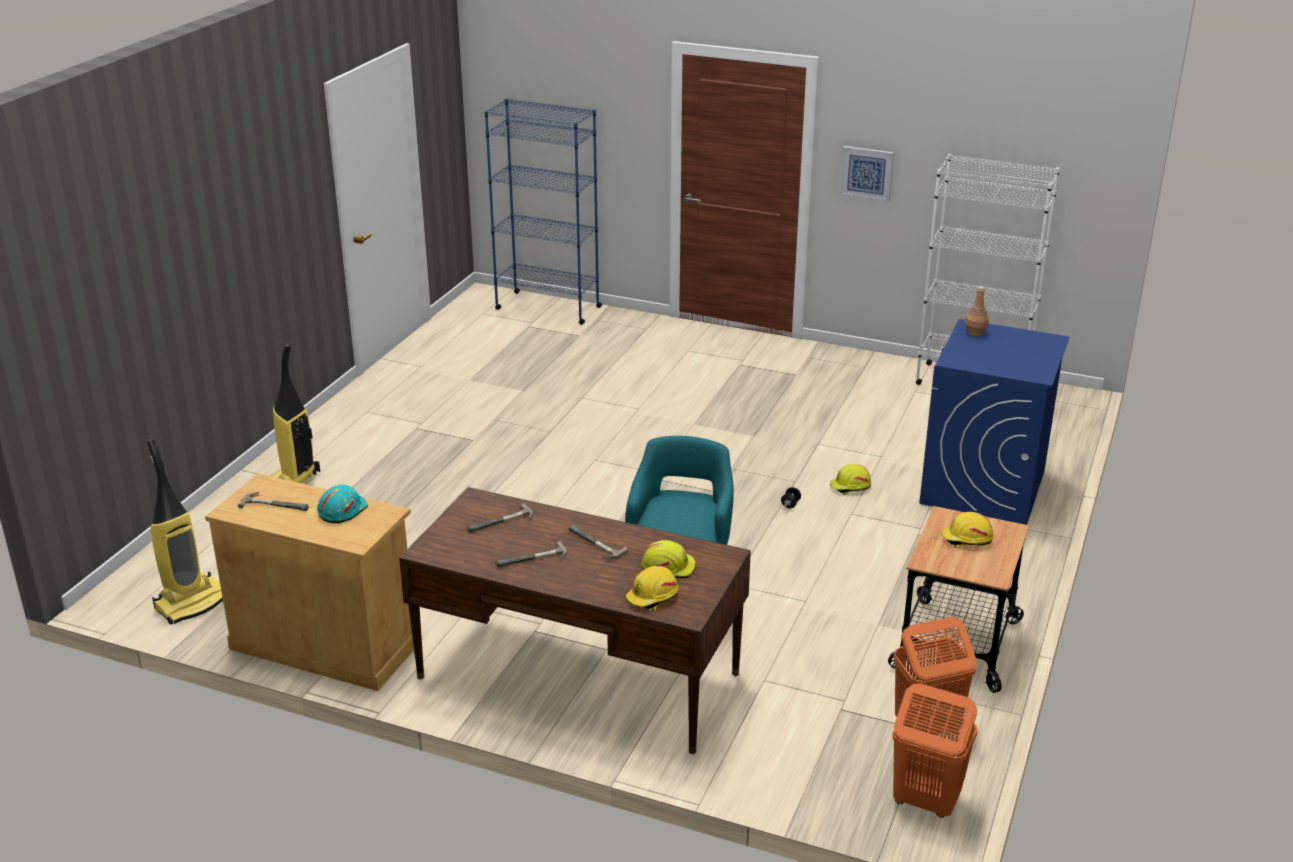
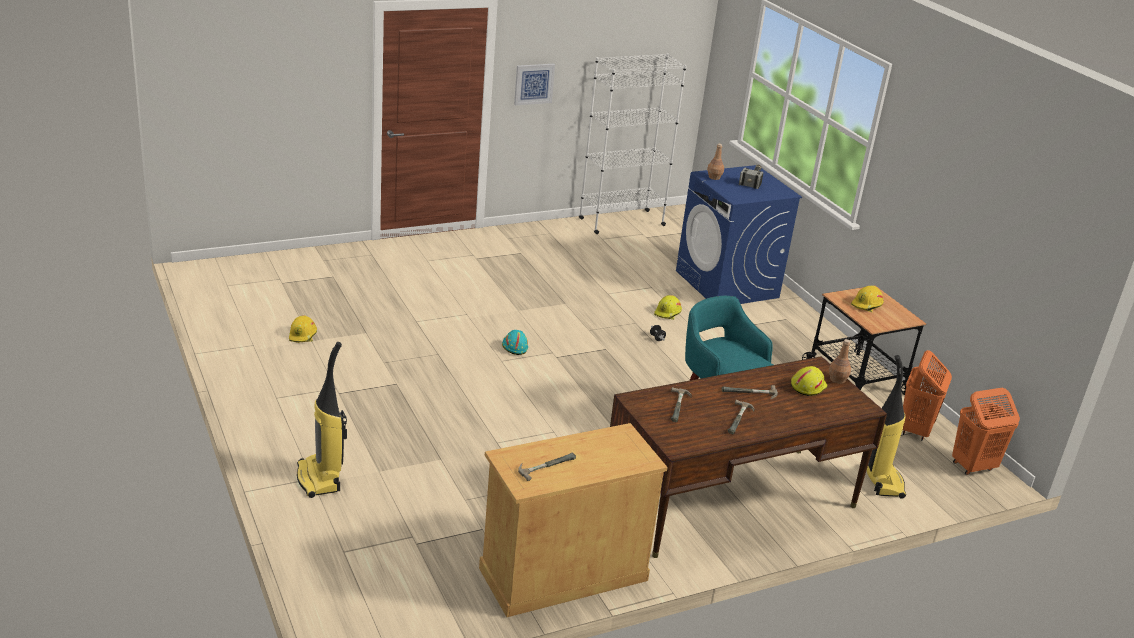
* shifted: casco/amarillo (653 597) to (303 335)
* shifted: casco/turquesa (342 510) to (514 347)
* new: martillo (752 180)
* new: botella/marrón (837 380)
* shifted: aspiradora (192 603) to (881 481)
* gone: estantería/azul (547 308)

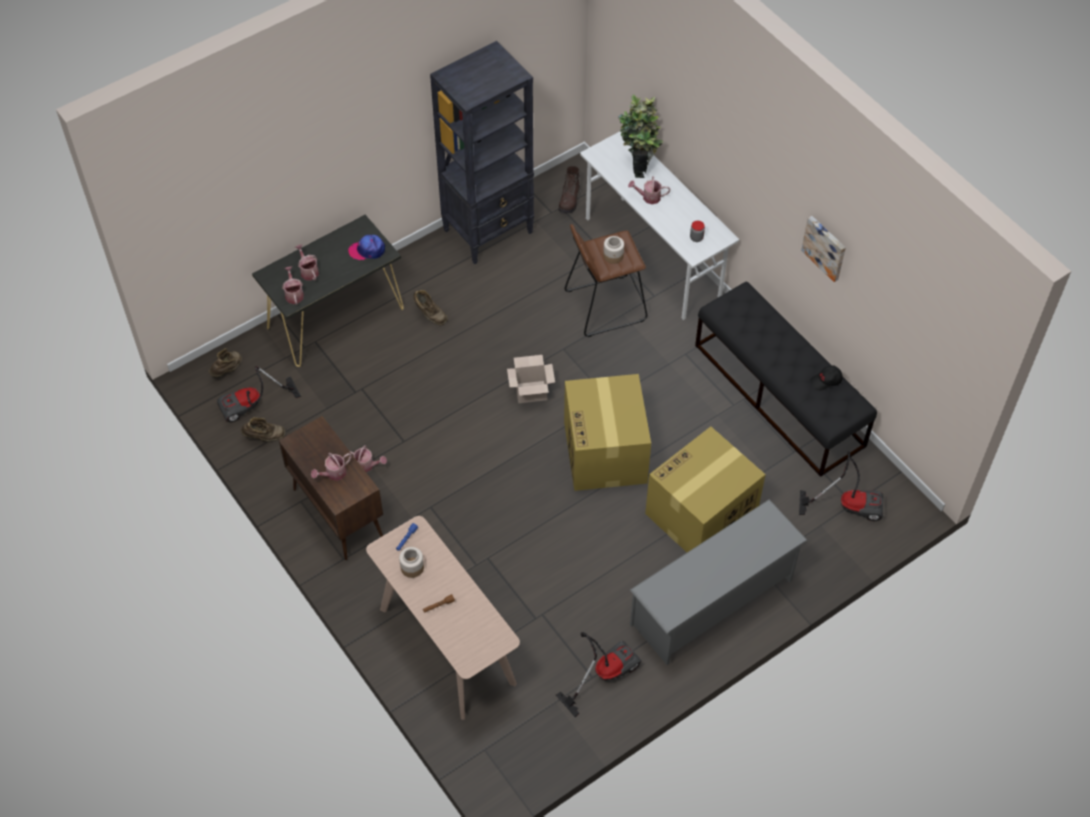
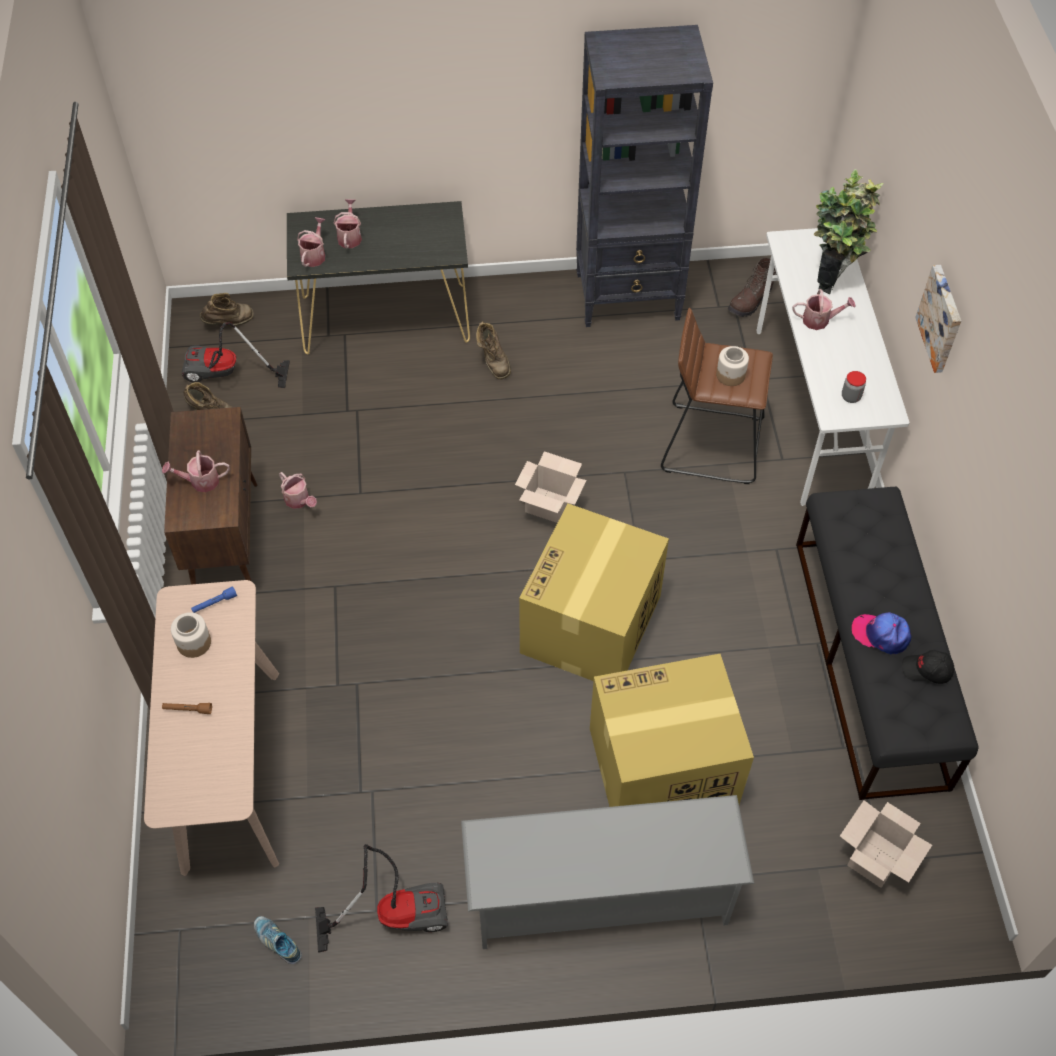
* new: zapato (277 942)
* rotated: regadera (648 197) = (820 320) 150 degrees clockwise
* swapped: aspiradora (848 505) to caja de cartón (875 860)
* shifted: gorra (367 250) to (881 634)
* shifted: cuadro (825 247) to (942 318)

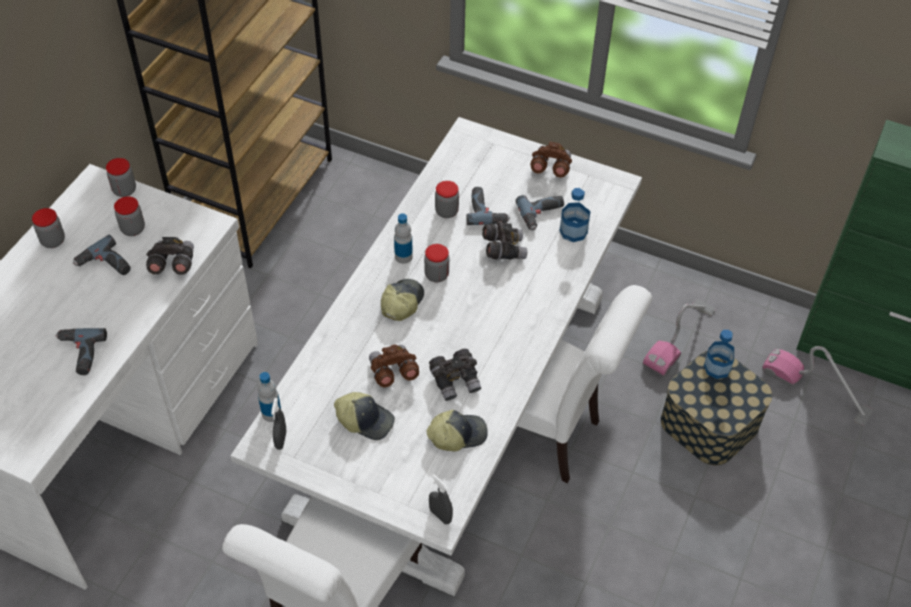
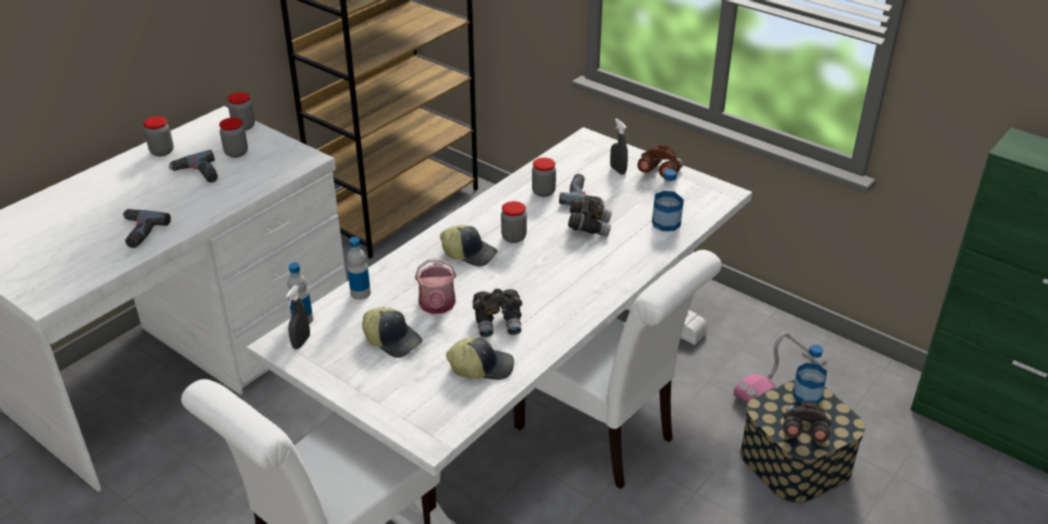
* shifted: botella (403 256) to (360 293)
* swapped: prismáticos/marrón (393 373) to regadera (437 306)
* rotated: gorra (401 303) = (469 253) 75 degrees clockwise
* shifted: pulverizador/gris (440 515) to (618 170)
* shifted: prismáticos/gris (172 265) to (803 432)
* gone: taladro (542 215)
* gone: aspiradora (815 390)

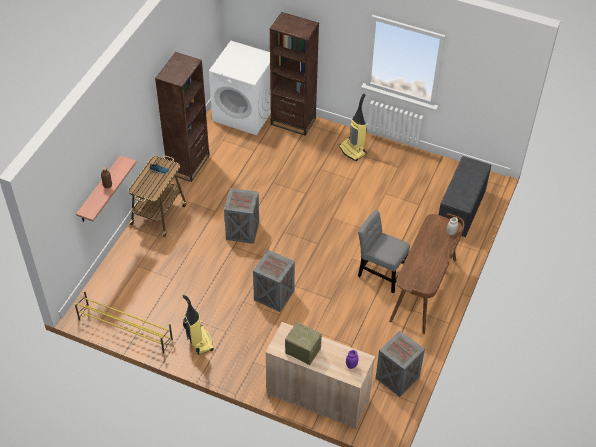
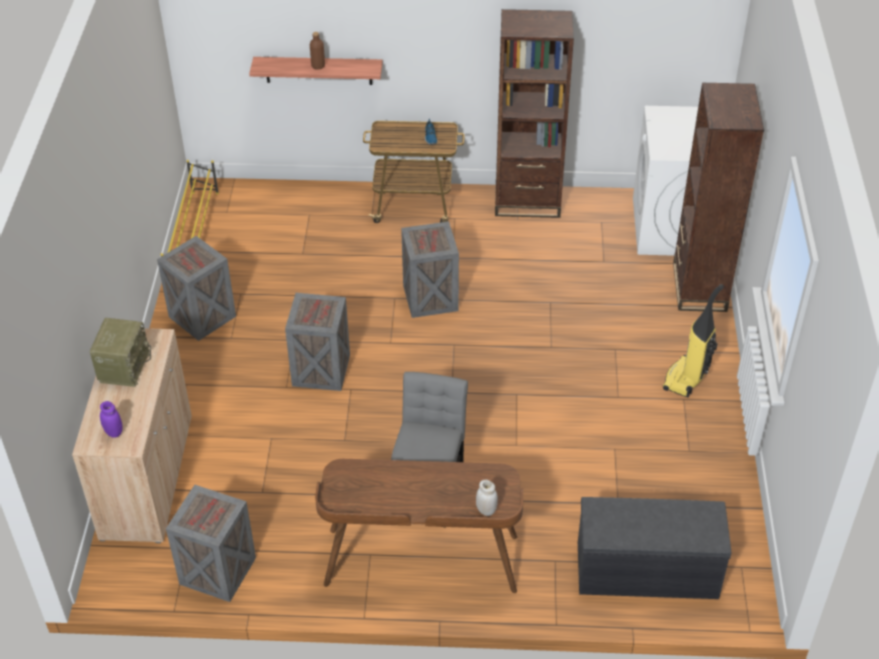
* swapped: aspiradora (199 341) to caja de embalaje (202 315)

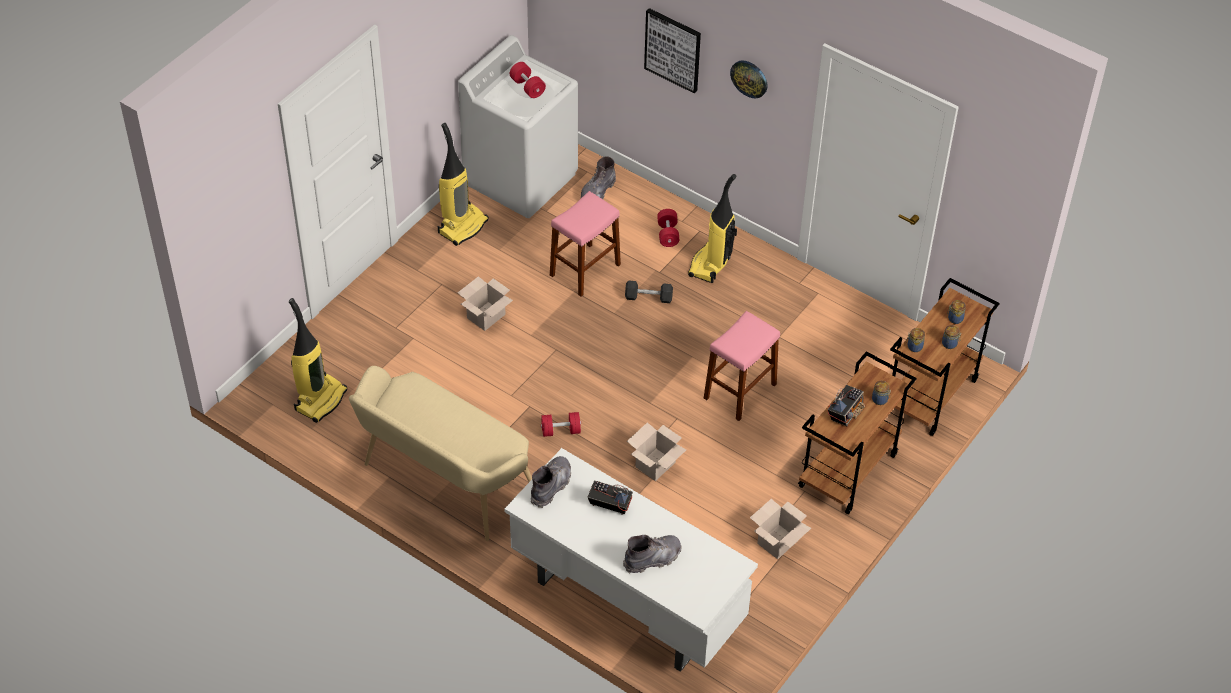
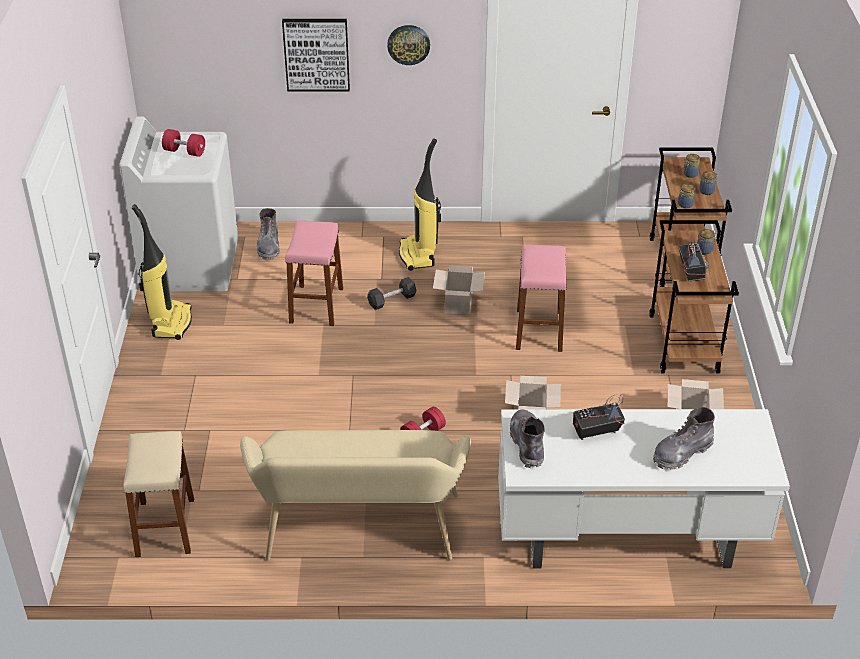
* swapped: aspiradora (320 399) to taburete/beis (165 527)
* shifted: caja de cartón (486 315) to (458 303)
* rotated: bota/gris (653 558) = (681 453) 150 degrees counterclockwise
* gone: mancuerna/rojo (668 234)

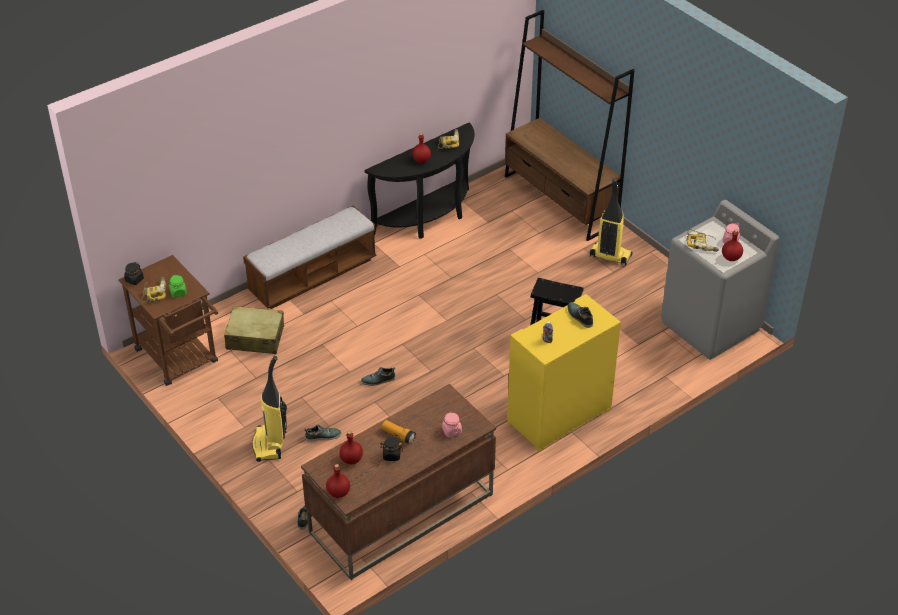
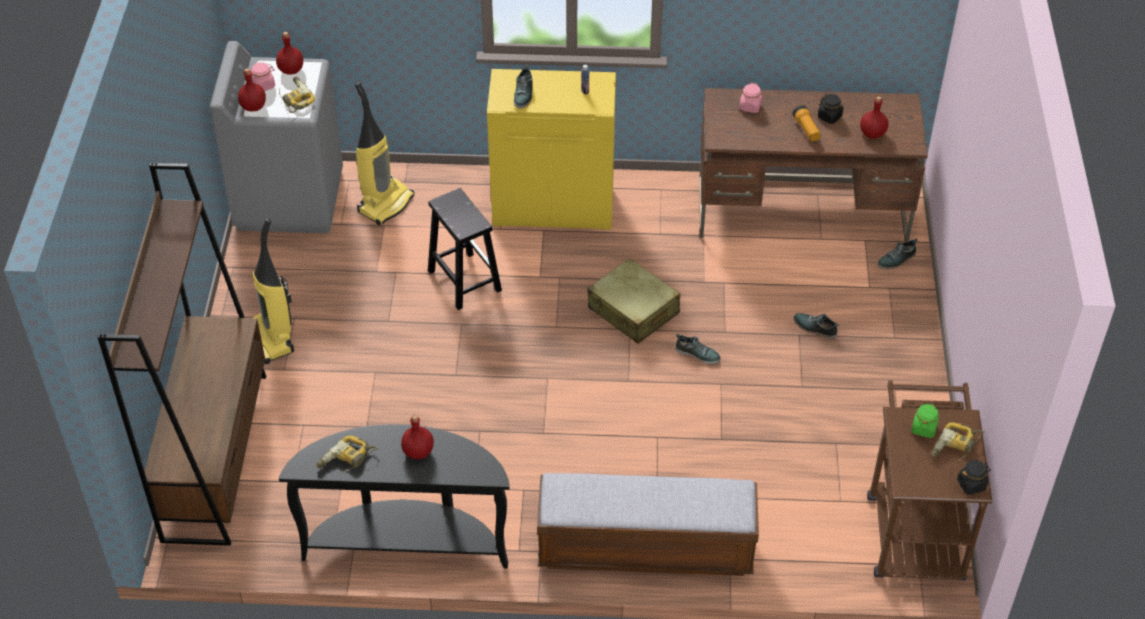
* shifted: botella/rojo (338 493) to (253 106)
* shifted: aspiradora (270 444) to (385 203)
* shifted: maleta/beis (255 338) to (633 311)

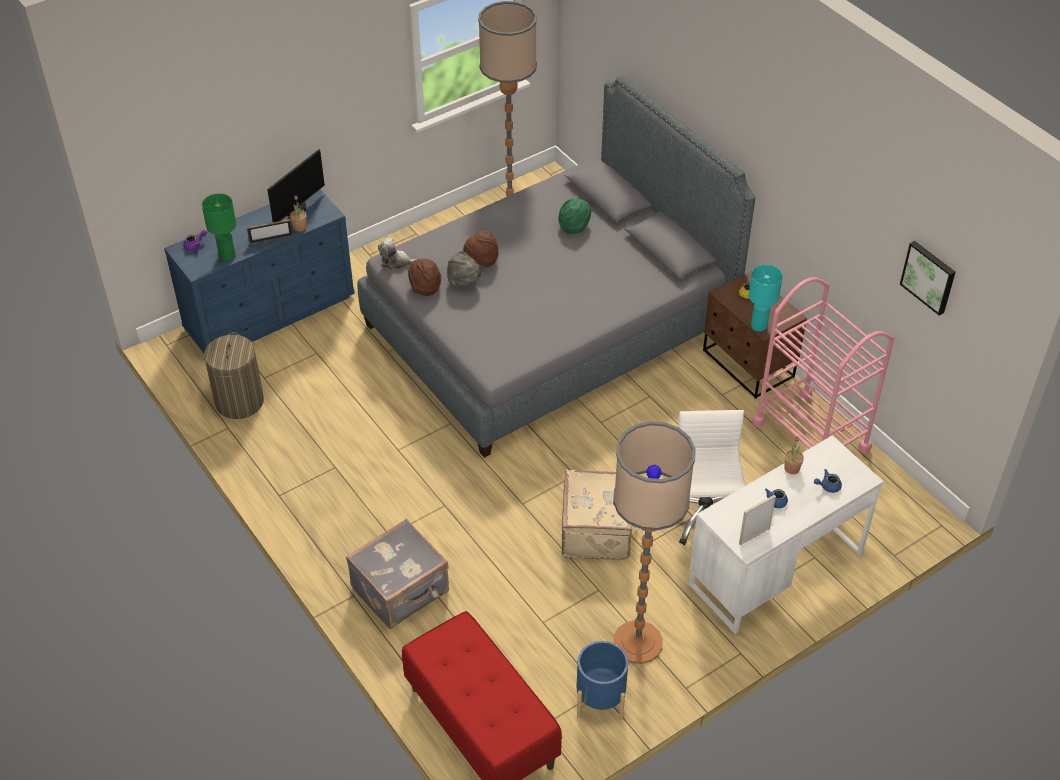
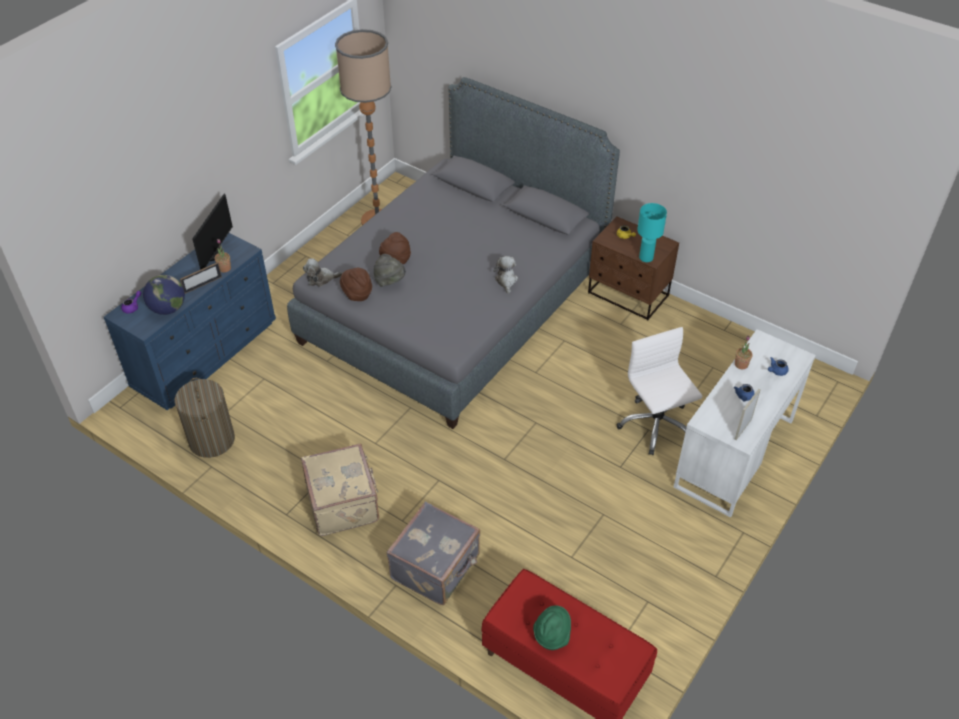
* swapped: lámpara de mesa/verde (227 255) to globo terráqueo (168 309)
* shifted: maleta/beis (598 530) to (344 503)
* new: peluche (506 281)
* shifted: sombrero/verde (574 226) to (552 636)
* gone: maceta/azul (600 699)
* gone: lámpara de pie (637 642)
* gone: carrito/rosa (811 436)
* gone: cuadro (929 276)

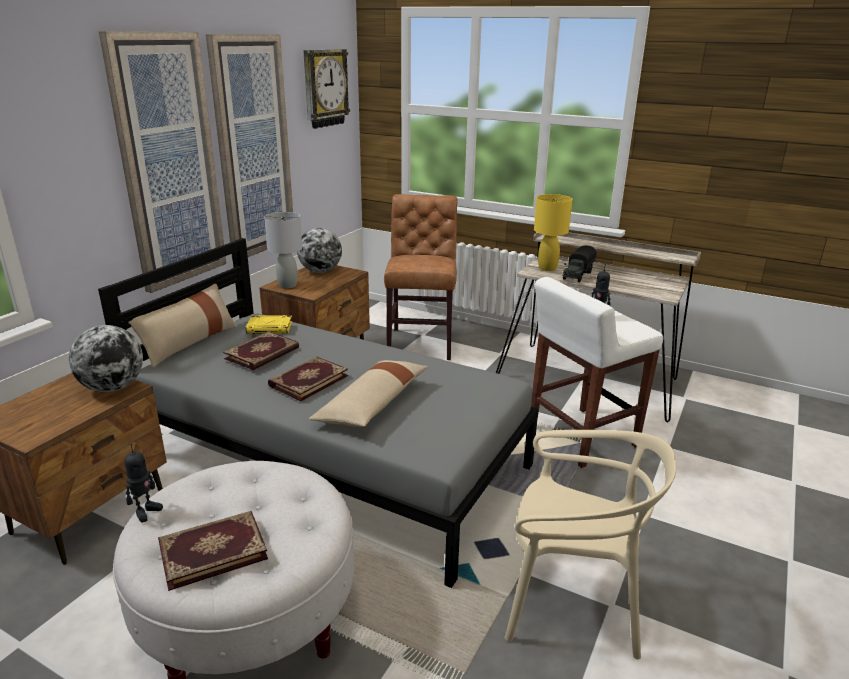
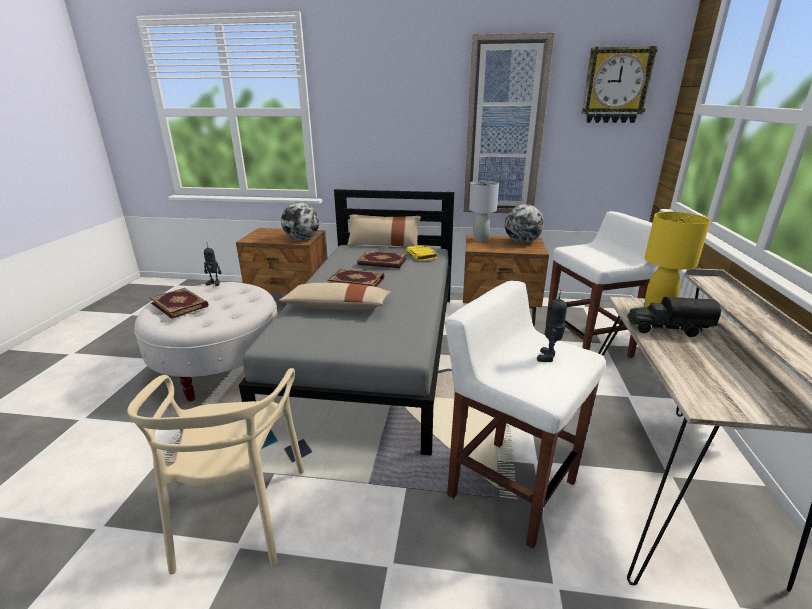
* swapped: silla/marrón (421 342) to taburete/blanco (588 346)
* gone: cuadro (168 163)

